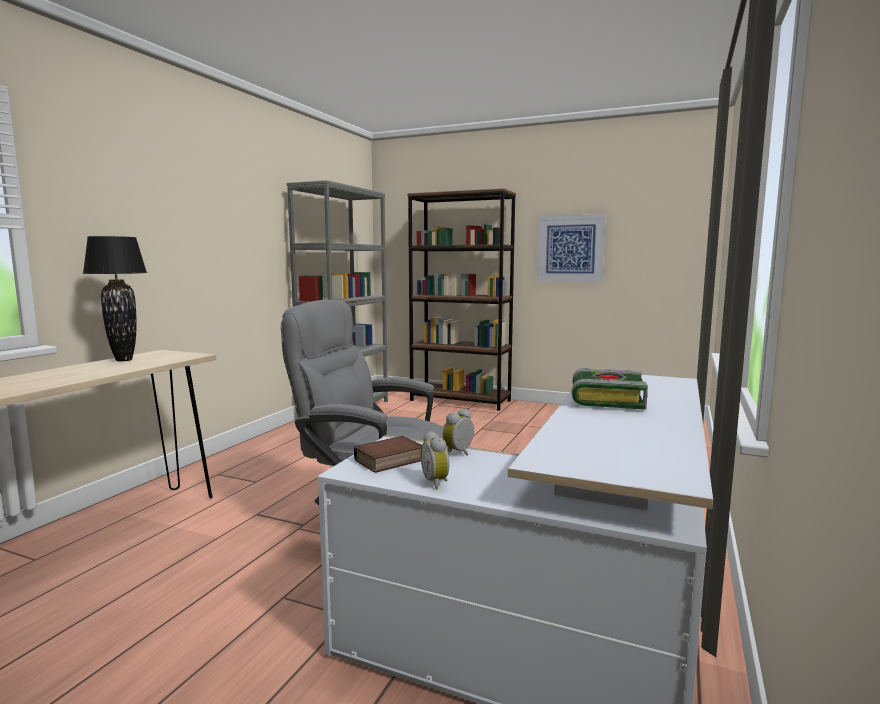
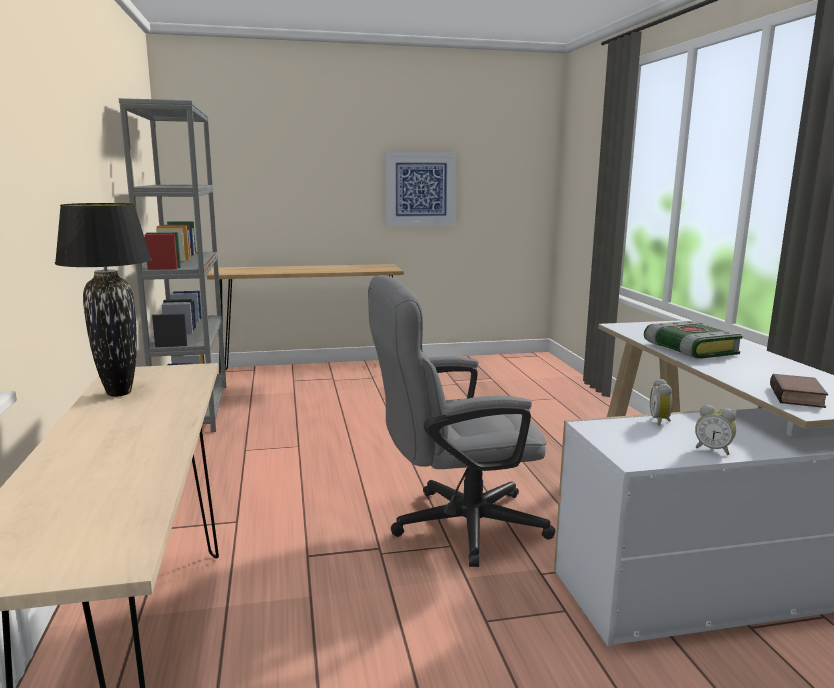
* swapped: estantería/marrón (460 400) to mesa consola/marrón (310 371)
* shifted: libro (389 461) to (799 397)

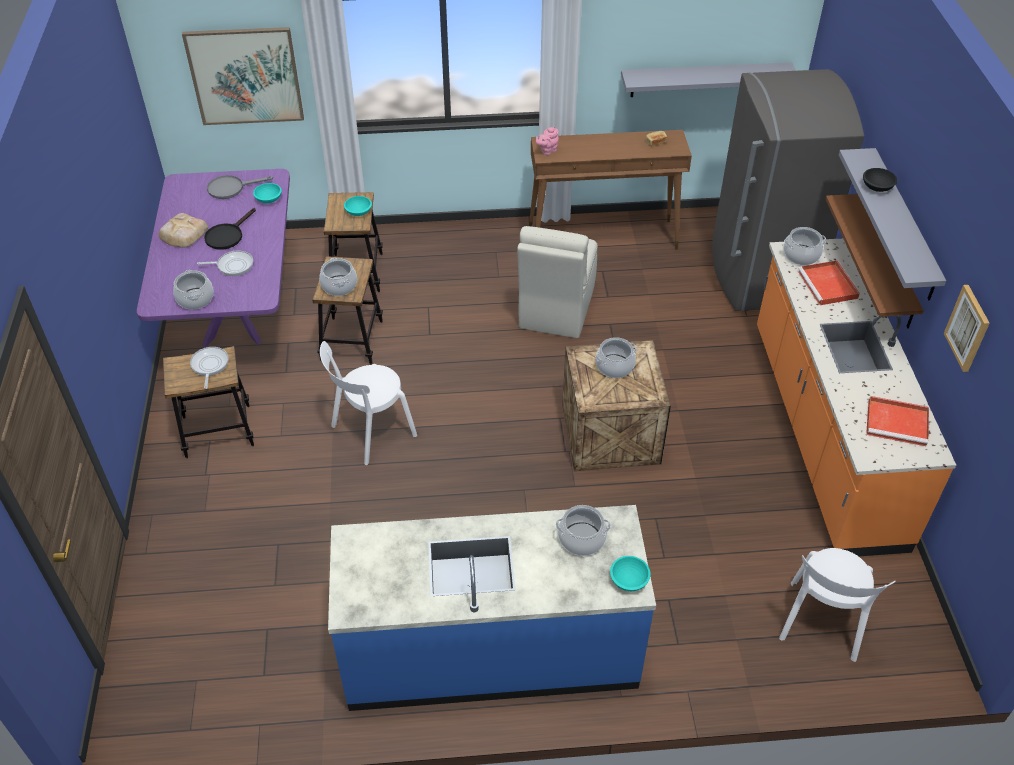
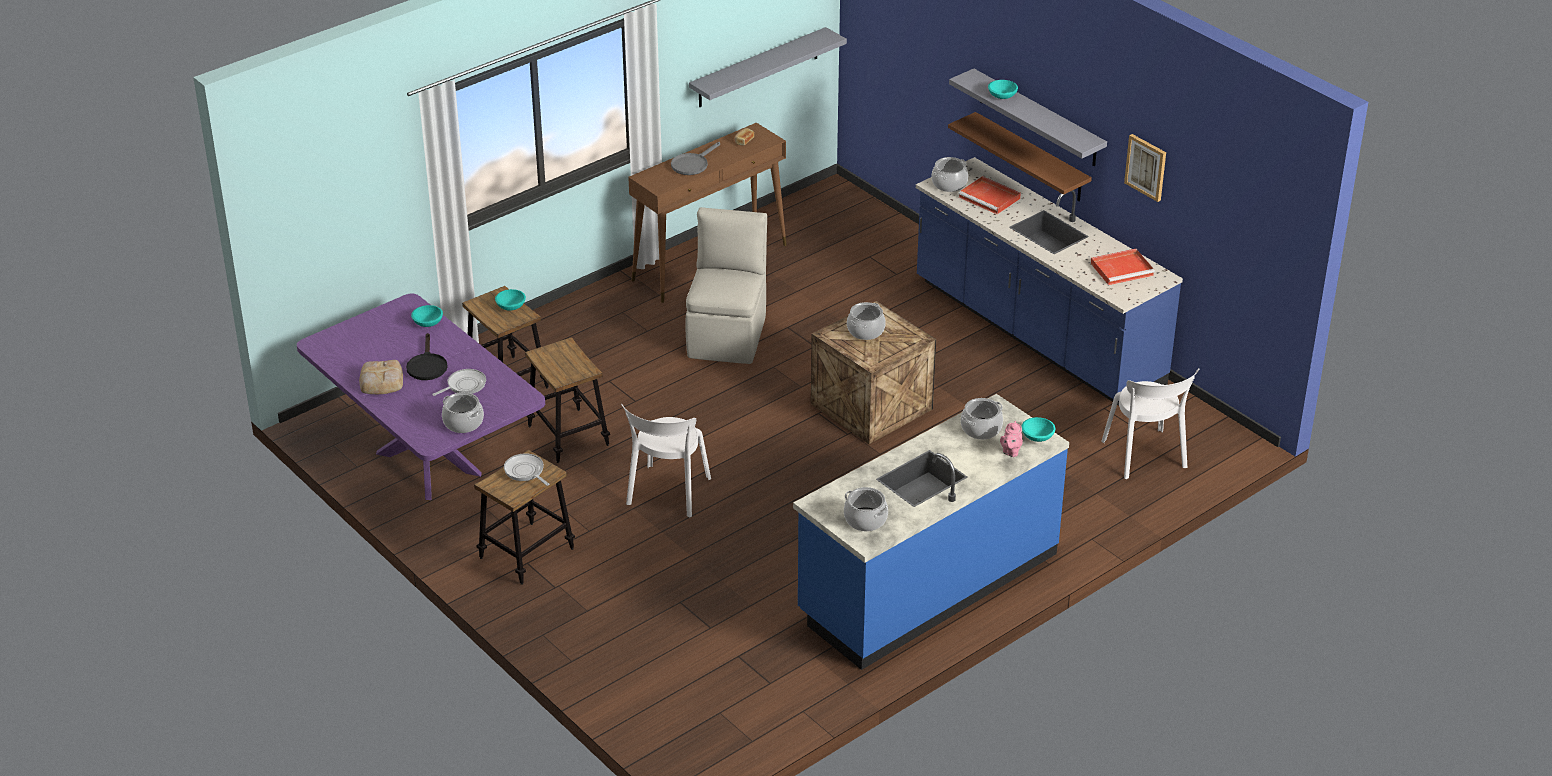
* shifted: sartén/gris (231 188) to (692 164)
* rotated: silla/beis (556 309) = (728 335) 150 degrees counterclockwise
* shifted: olla (339 286) to (865 520)
* repainted: mueble bajo de cocina/naranja (824 434) to mueble bajo de cocina/azul (1036 334)
* repainted: cuenco/negro (876 187) to cuenco/turquesa (1001 96)
* shifted: tetera/rosa (547 151) to (1010 451)
* gone: cuadro (245 76)
* gone: nevera/gris (760 275)

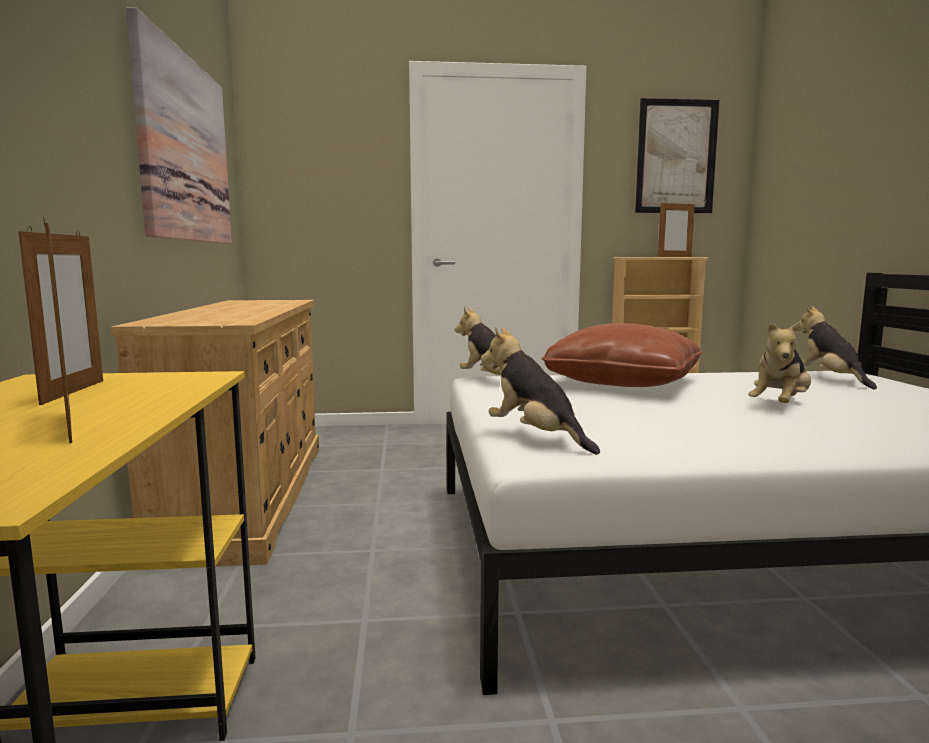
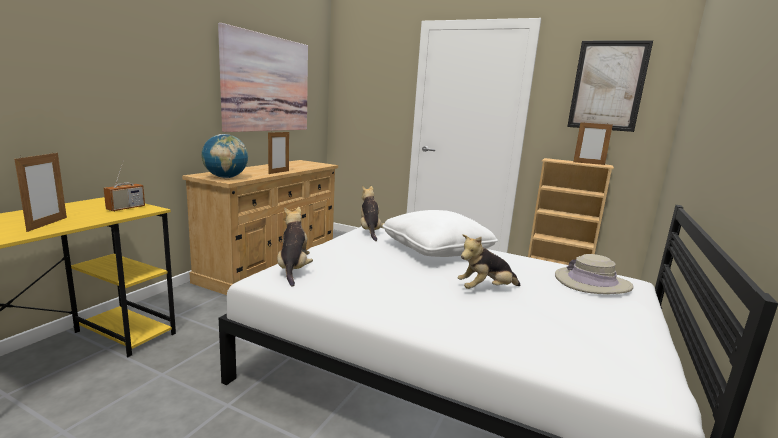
* new: radio (126 208)
* new: globo terráqueo (226 177)
* shifted: portarretratos (73 392) to (278 172)
* repainted: cojín/marrón (622 383) to cojín/blanco (436 250)
* swapped: peluche (831 379) to sombrero/beis (592 282)

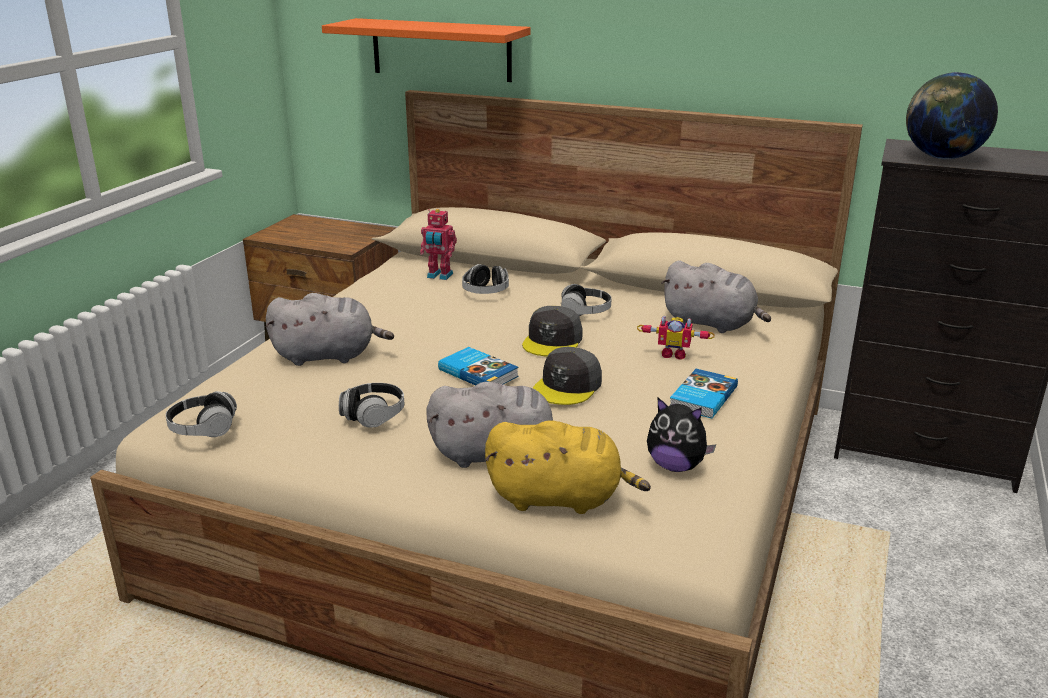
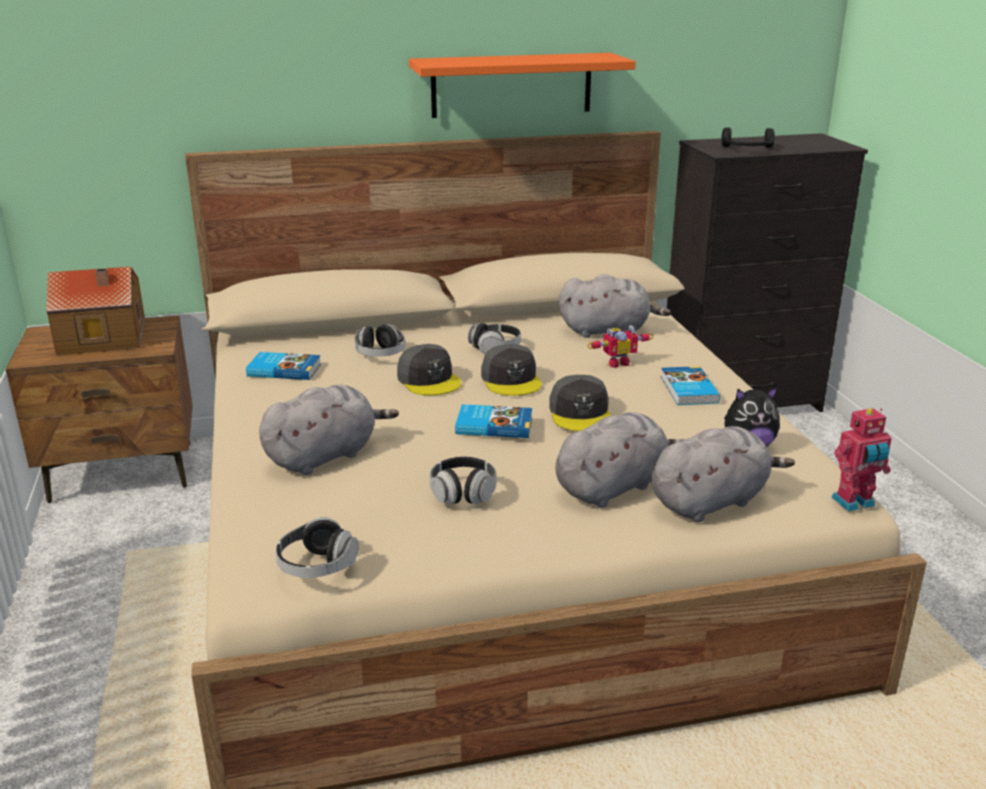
* new: casita (103 337)
* new: libro (284 369)
* new: gorra/gris (429 380)
* shifted: estante/naranja (441 50) to (511 85)
* repainted: peluche/amarillo (560 498) to peluche/gris (711 501)
* swapped: globo terráqueo (942 158) to auriculares/negro (747 149)
* shifted: robot de juguete (439 276) to (854 503)

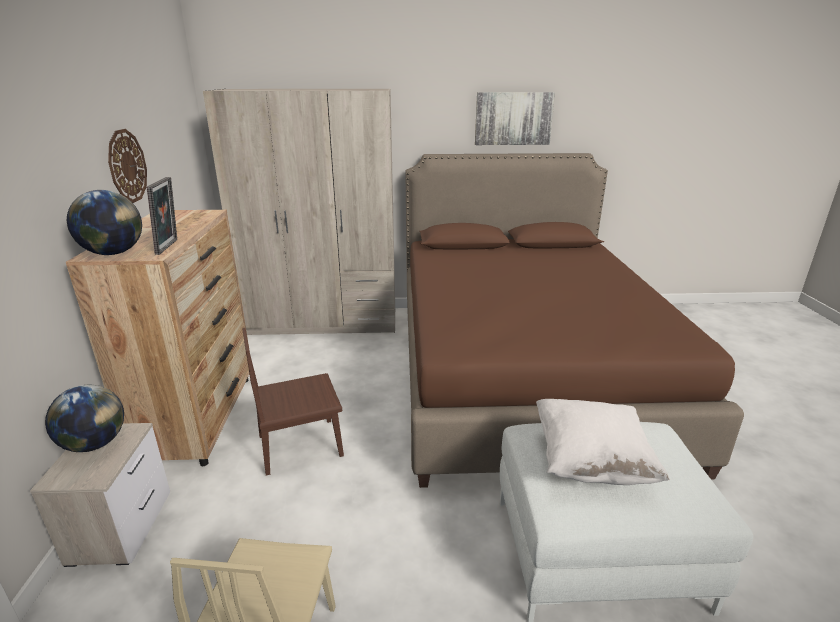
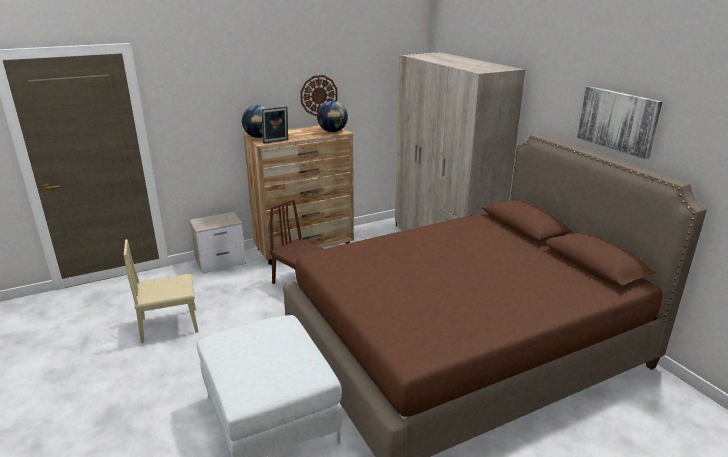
* shifted: globo terráqueo (94 444) to (332 131)
* gone: cojín/blanco (591 462)

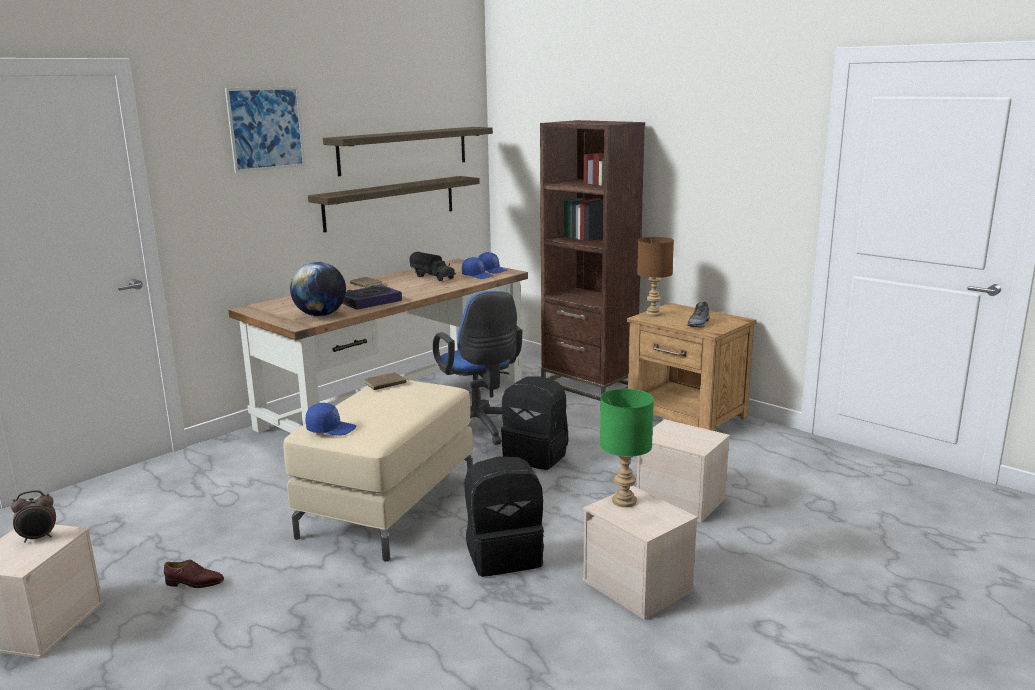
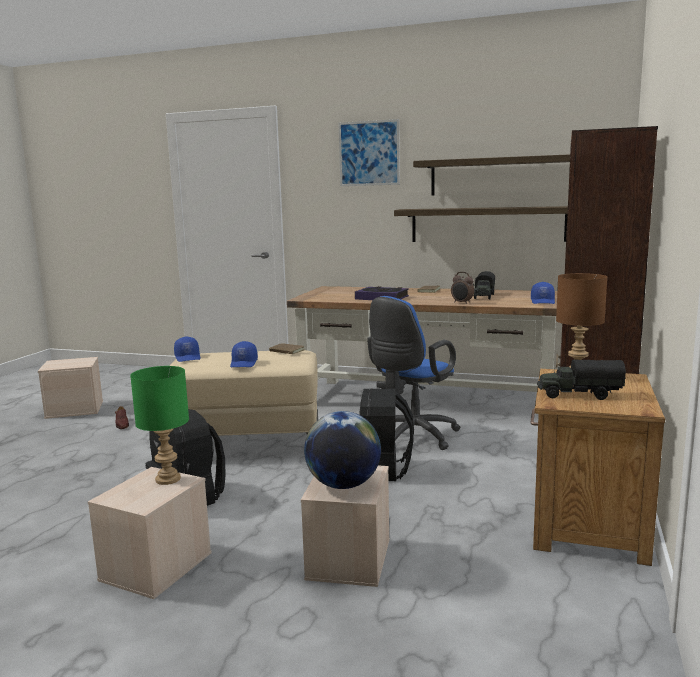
* shifted: gorra/azul (478 276) to (244 363)
* shifted: globo terráqueo (320 315) to (343 485)
* shifted: despertador (39 538) to (462 303)
* swapped: zapato/gris (699 323) to camión de juguete (578 395)

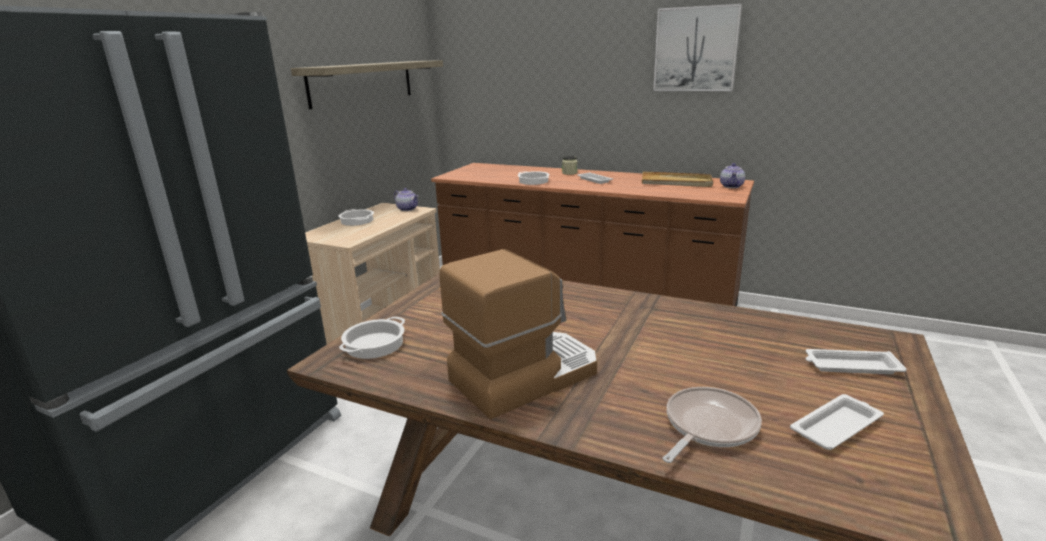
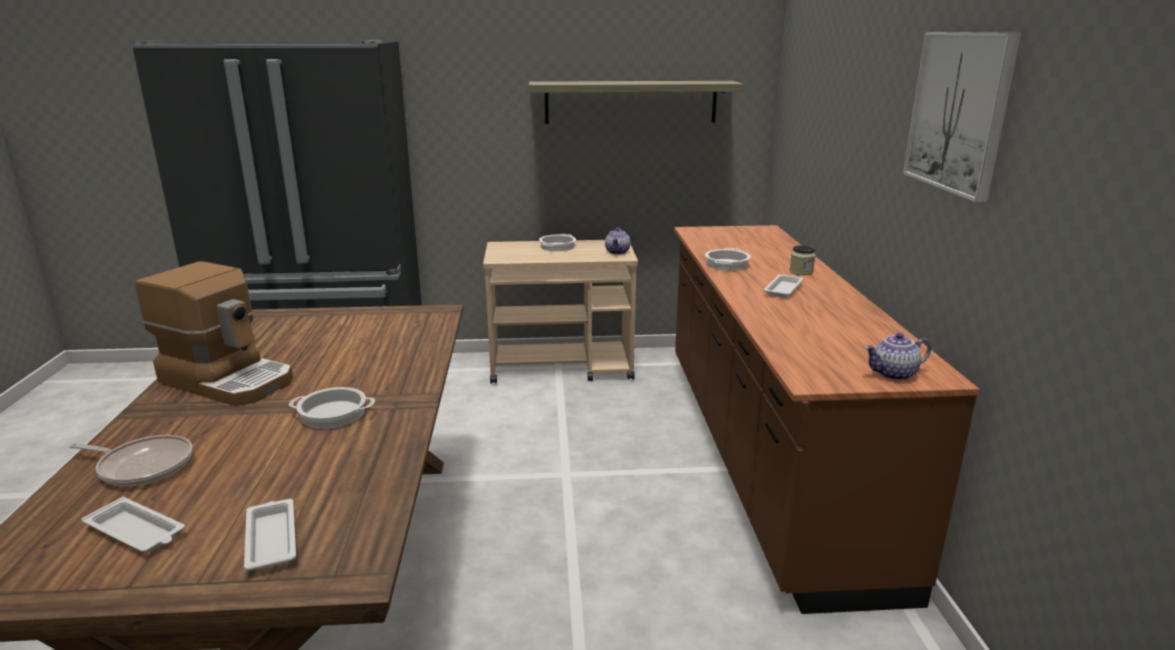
* shifted: olla (375 345) to (332 414)
* gone: bandeja/beis (676 182)

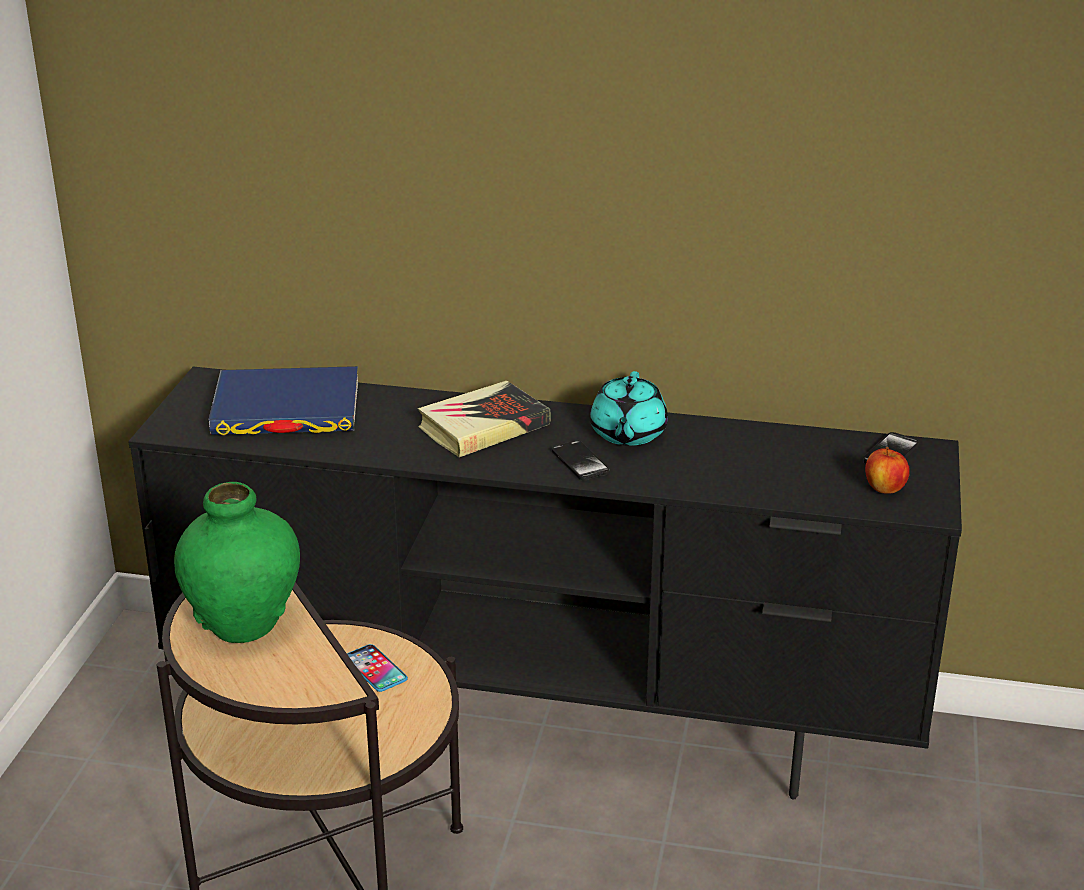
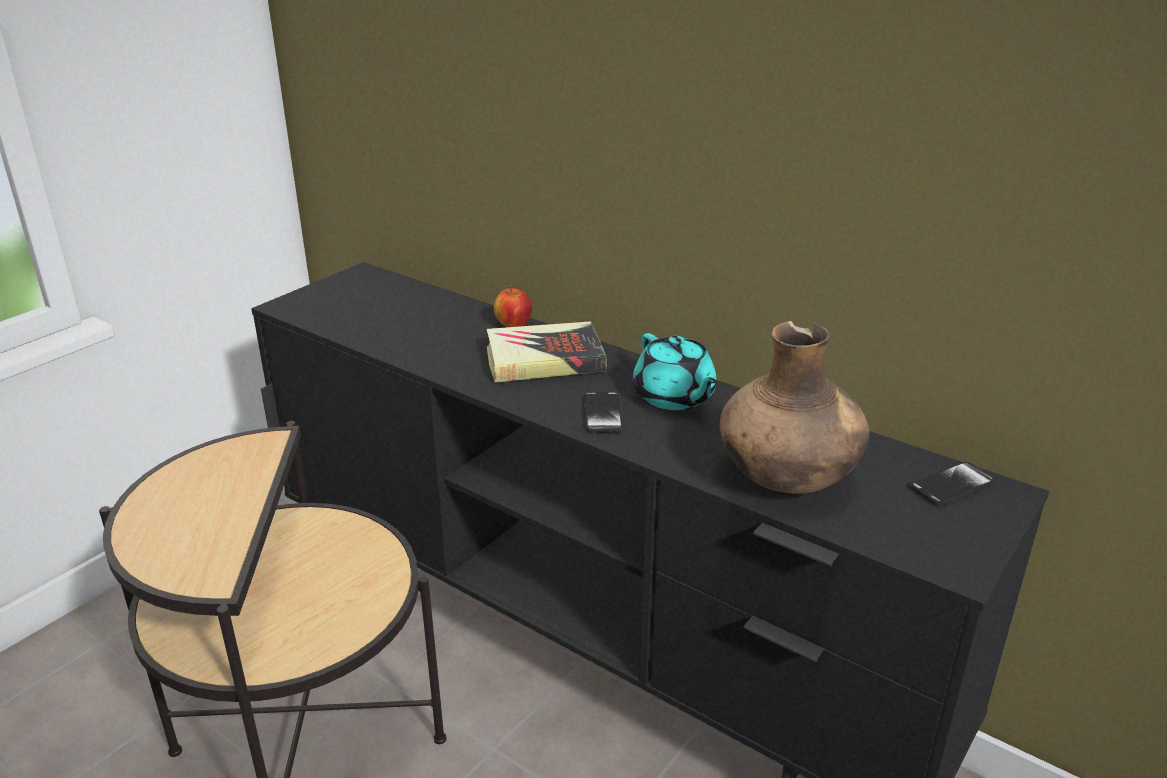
* shifted: manzana (885 488) to (513 324)
* rotated: tetera/turquesa (627 434) = (674 397) 60 degrees counterclockwise
* new: florero/marrón (788 479)
* gone: florero/verde (245 624)
* gone: libro/azul (286 409)
* gone: móvil (375 669)

